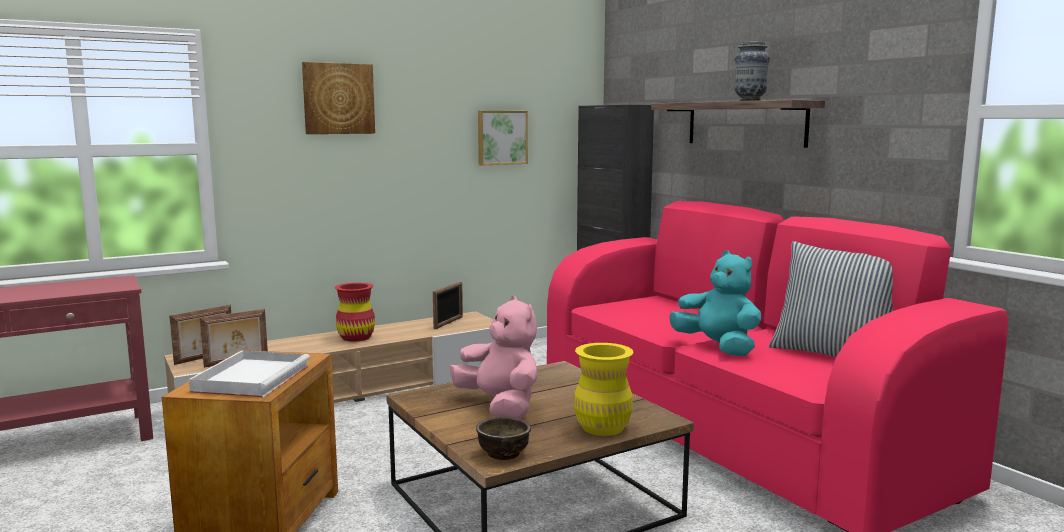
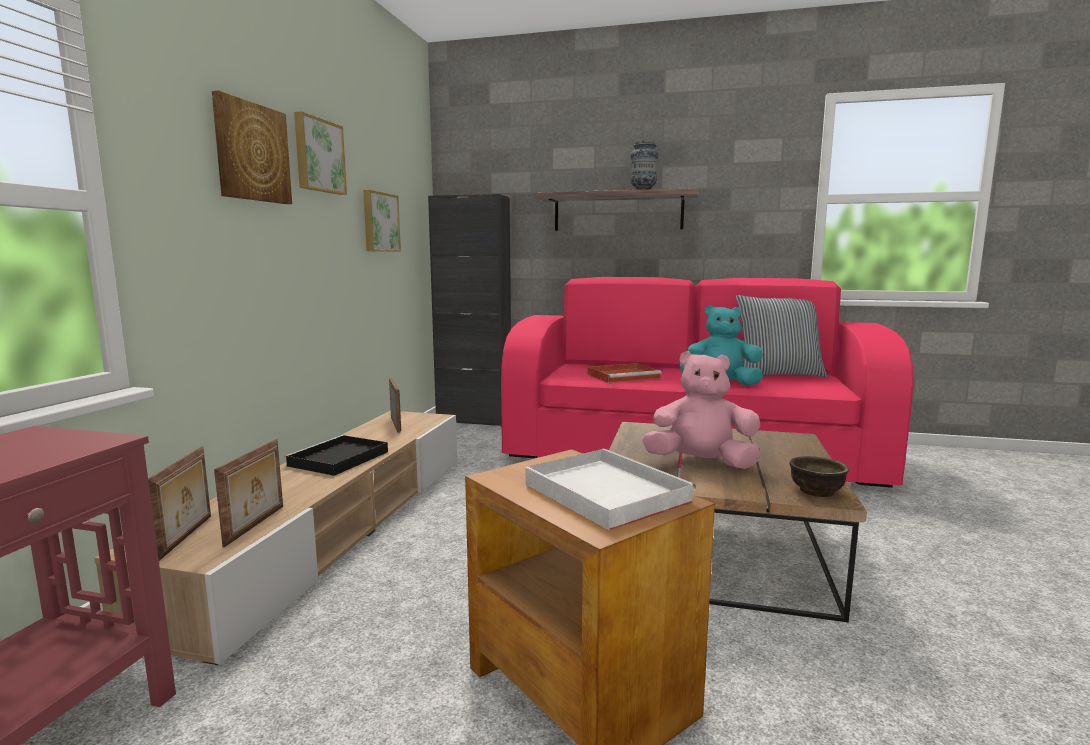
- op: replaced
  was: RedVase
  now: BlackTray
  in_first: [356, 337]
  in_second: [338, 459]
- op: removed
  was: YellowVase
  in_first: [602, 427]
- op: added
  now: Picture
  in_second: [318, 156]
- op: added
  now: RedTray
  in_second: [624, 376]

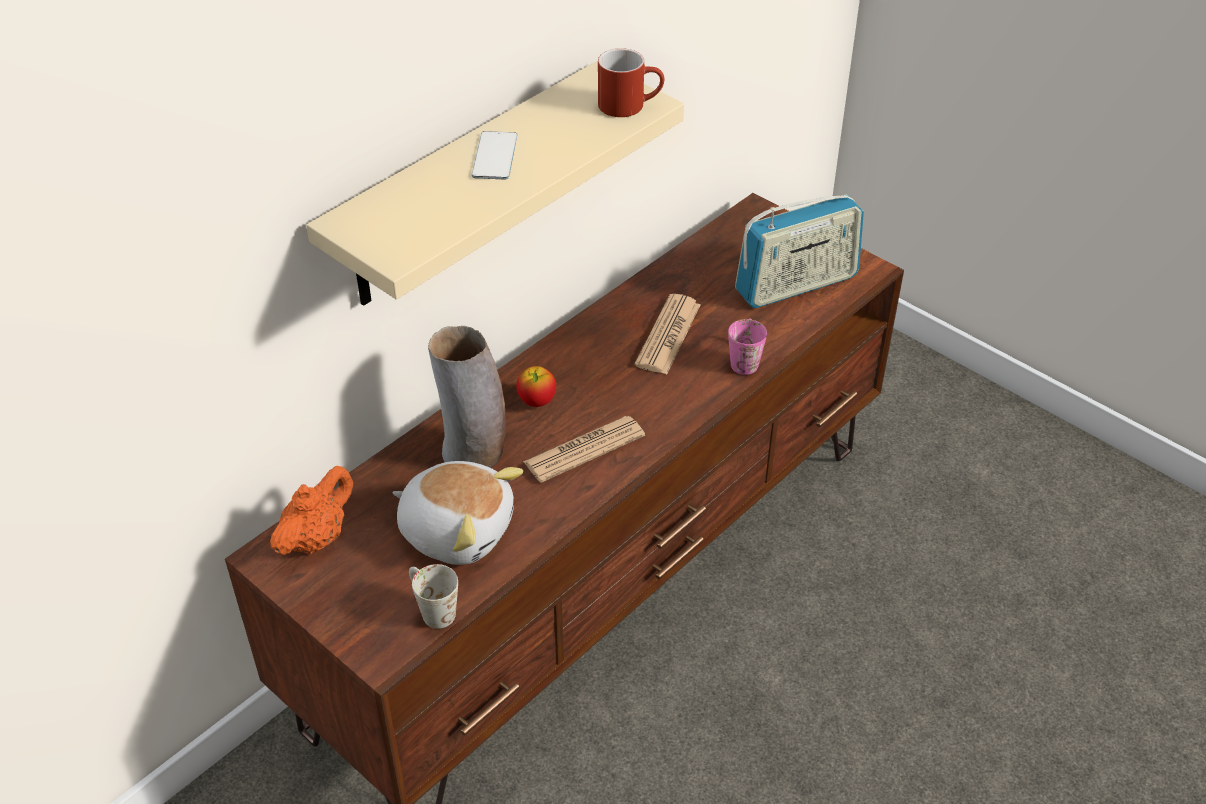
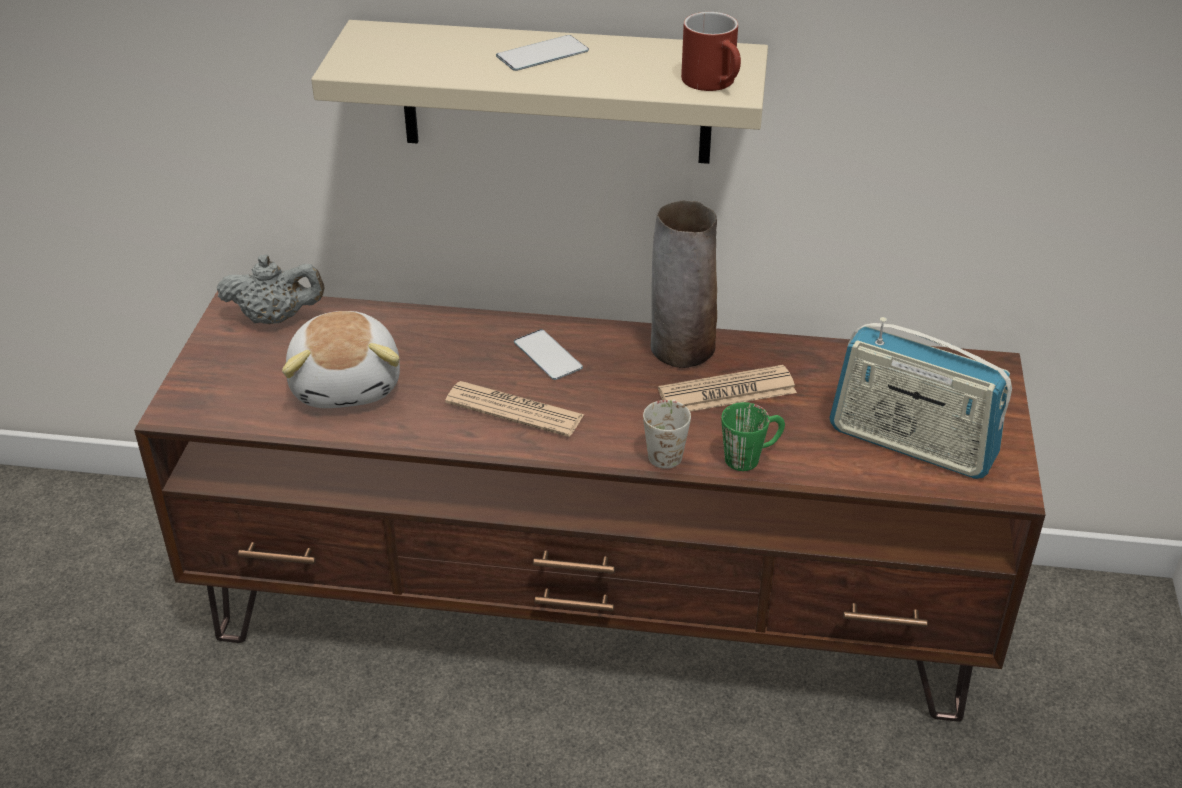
- op: recoloured
  was: OrangeTeapot
  now: GreyTeapot
  in_first: [317, 538]
  in_second: [276, 318]
- op: moved
  was: WhiteMug
  in_first: [432, 609]
  in_second: [666, 449]
- op: moved
  was: Vase
  in_first: [474, 453]
  in_second: [681, 350]
- op: replaced
  was: Apple
  now: Phone
  in_first: [537, 401]
  in_second: [547, 355]
- op: recoloured
  was: PinkMug
  now: GreenMug
  in_first: [744, 359]
  in_second: [751, 456]

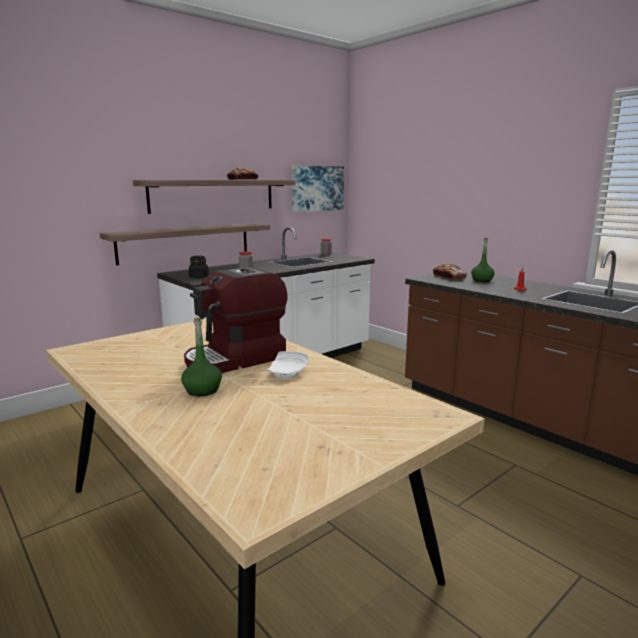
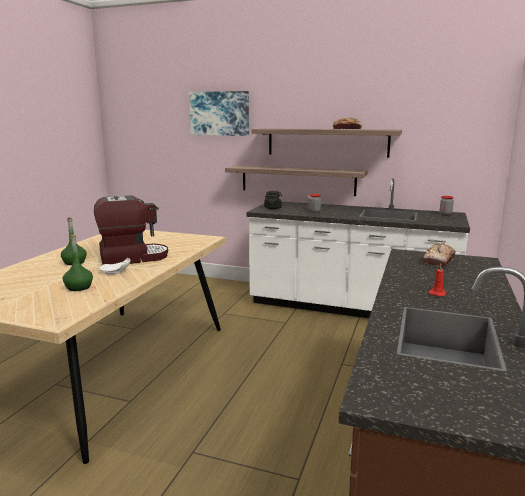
- op: turned
  was: CoffeeMachine
  in_first: [236, 359]
  in_second: [132, 257]
  clockwise: 135
- op: moved
  was: Picture
  in_first: [317, 188]
  in_second: [219, 113]
- op: moved
  was: GreenBottle
  in_first: [482, 280]
  in_second: [79, 287]

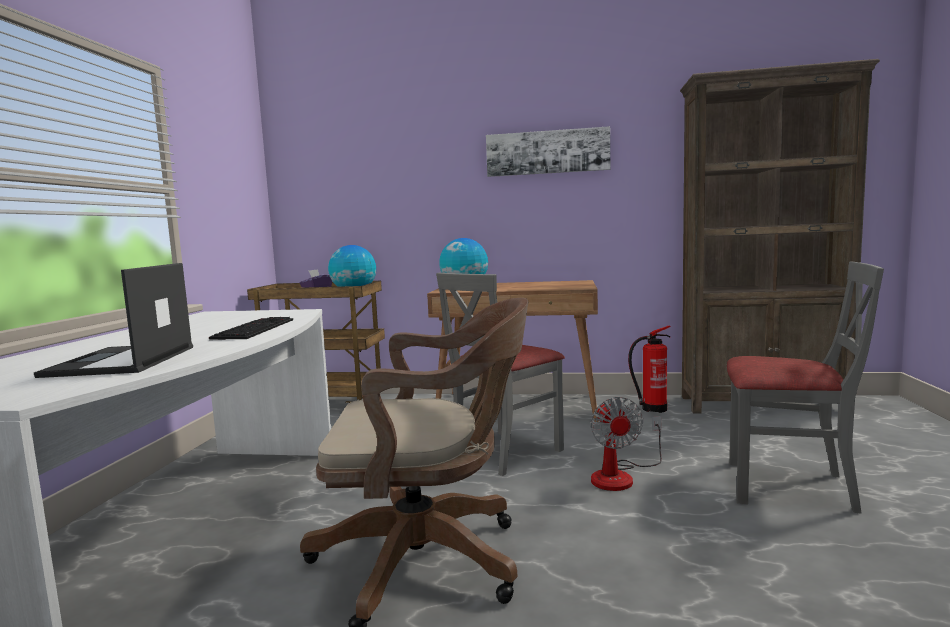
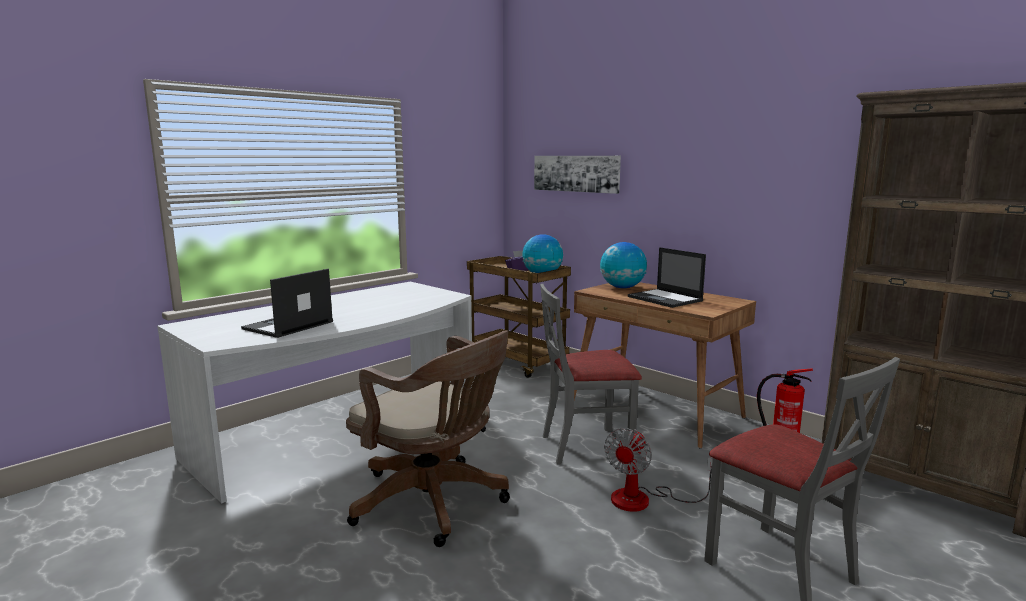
- op: removed
  was: Keyboard
  in_first: [253, 329]
- op: moved
  was: Picture
  in_first: [547, 152]
  in_second: [576, 173]
- op: added
  now: Laptop
  in_second: [665, 299]

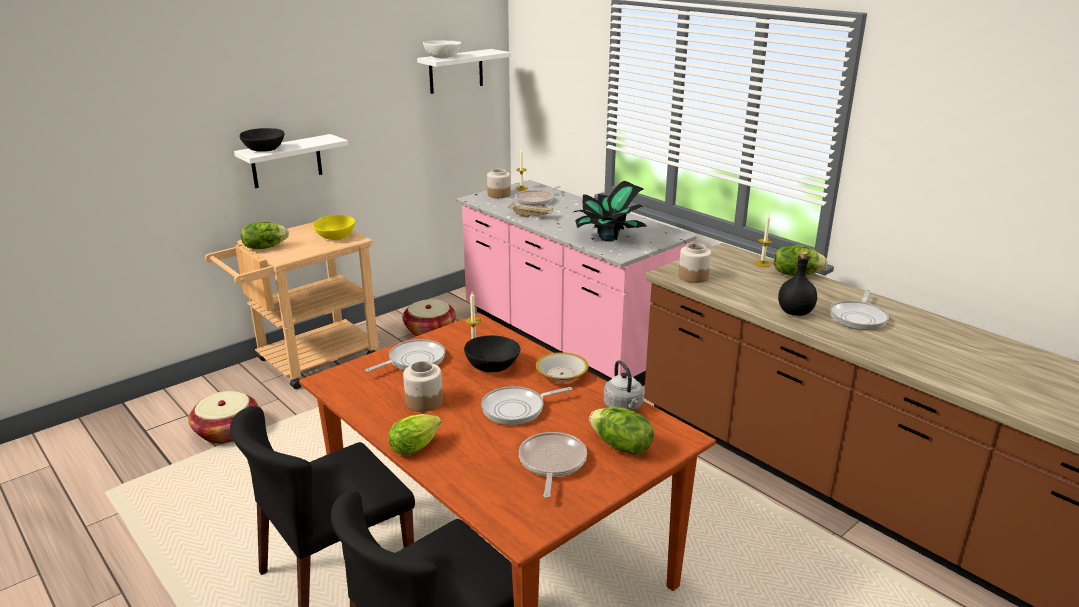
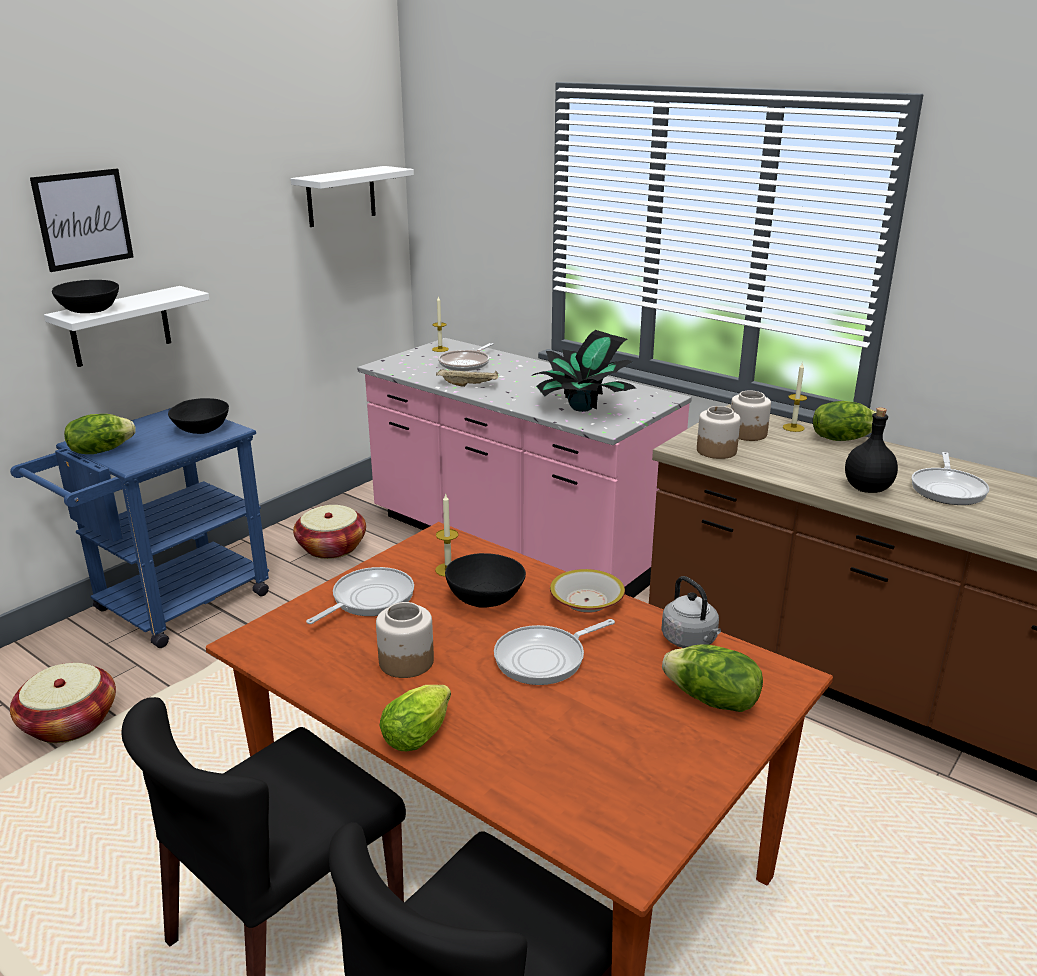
- op: recoloured
  was: BeigeCart
  now: BlueCart
  in_first: [308, 362]
  in_second: [170, 608]
- op: recoloured
  was: YellowBowl
  now: BlackBowl
  in_first: [335, 237]
  in_second: [202, 429]
- op: removed
  was: WhiteBowl
  in_first: [442, 57]
- op: moved
  was: Jar
  in_first: [499, 195]
  in_second: [748, 434]
- op: removed
  was: FryingPan
  in_first: [552, 463]
- op: added
  now: Picture
  in_second: [83, 219]

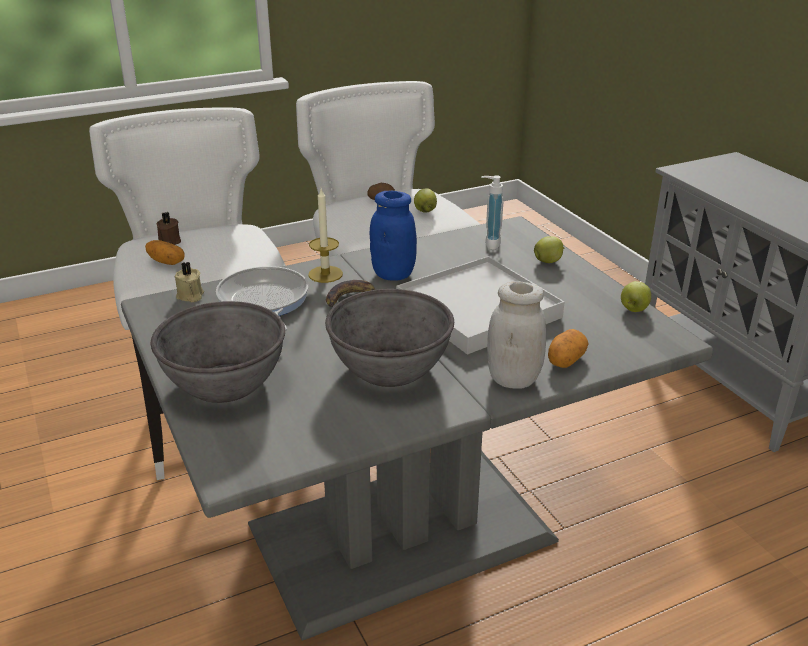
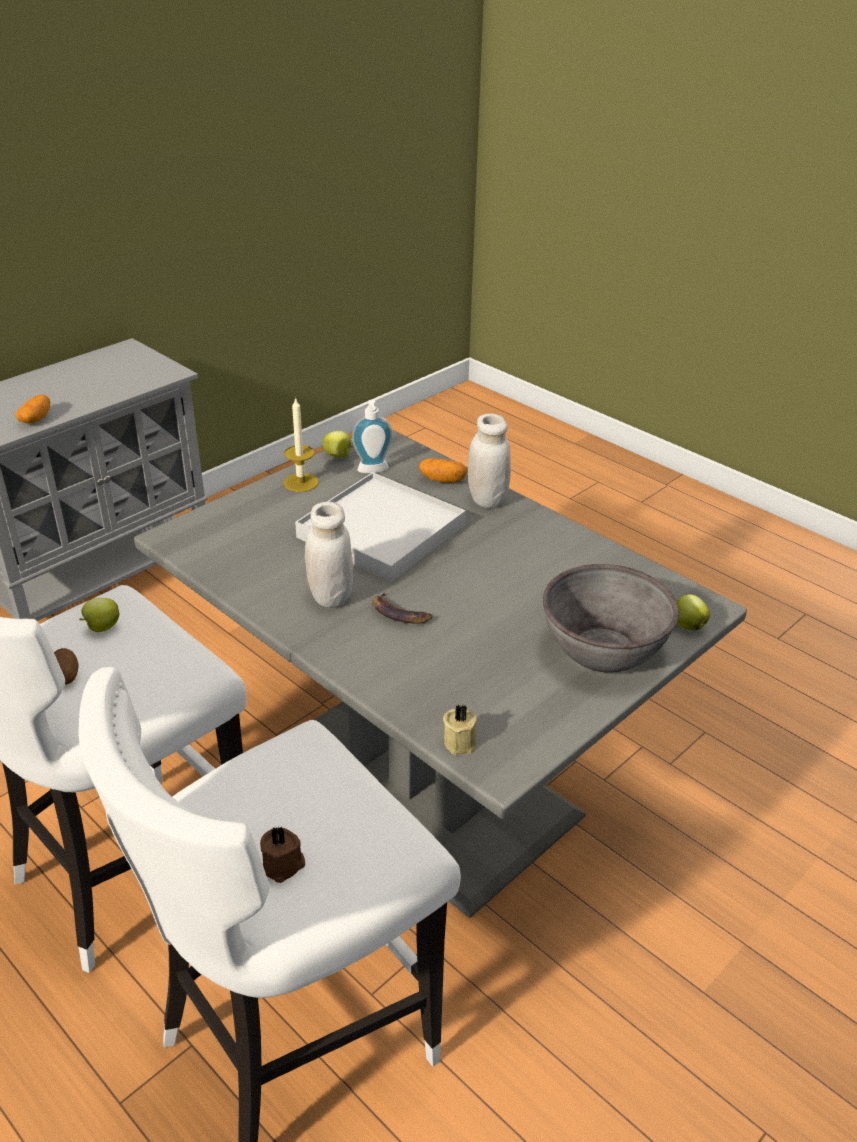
- op: moved
  was: Potato
  in_first: [167, 262]
  in_second: [36, 419]
- op: removed
  was: FryingPan
  in_first: [264, 302]
- op: moved
  was: Candle
  in_first: [325, 274]
  in_second: [301, 482]
- op: removed
  was: GreyBowl
  in_first: [389, 368]
- op: recoloured
  was: BlueJar
  now: WhiteJar
  in_first: [393, 274]
  in_second: [331, 596]
- op: moved
  was: SoapDispenser
  in_first: [489, 243]
  in_second: [373, 471]
- op: moved
  was: Apple
  in_first: [548, 261]
  in_second: [687, 625]

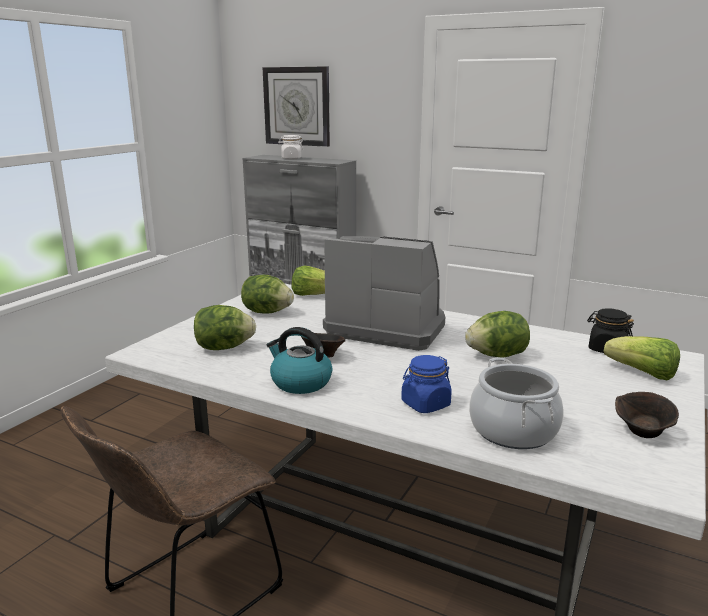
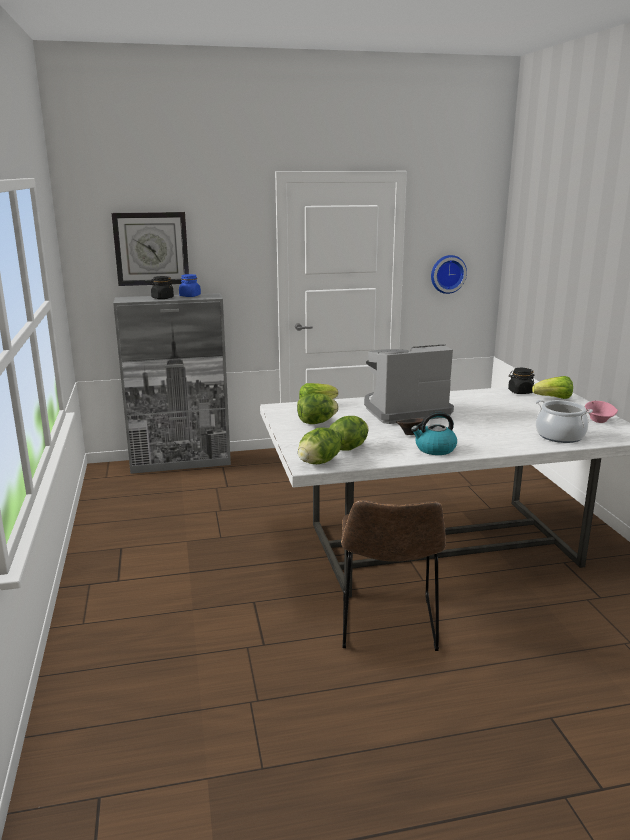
- op: recoloured
  was: WhiteJar
  now: BlackJar
  in_first: [291, 158]
  in_second: [162, 298]
- op: moved
  was: BlueJar
  in_first: [425, 404]
  in_second: [190, 296]
- op: moved
  was: Lettuce
  in_first: [497, 355]
  in_second: [318, 463]
- op: recoloured
  was: BrownBowl
  now: PinkBowl
  in_first: [643, 433]
  in_second: [599, 421]
- op: added
  now: WallClock
  in_second: [447, 274]

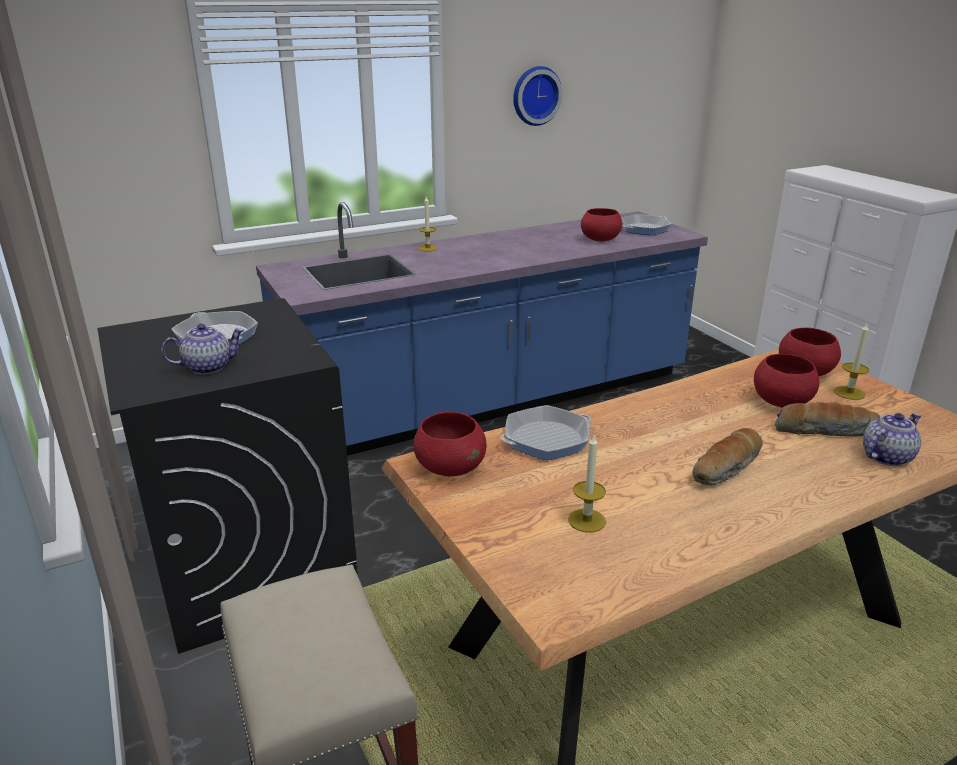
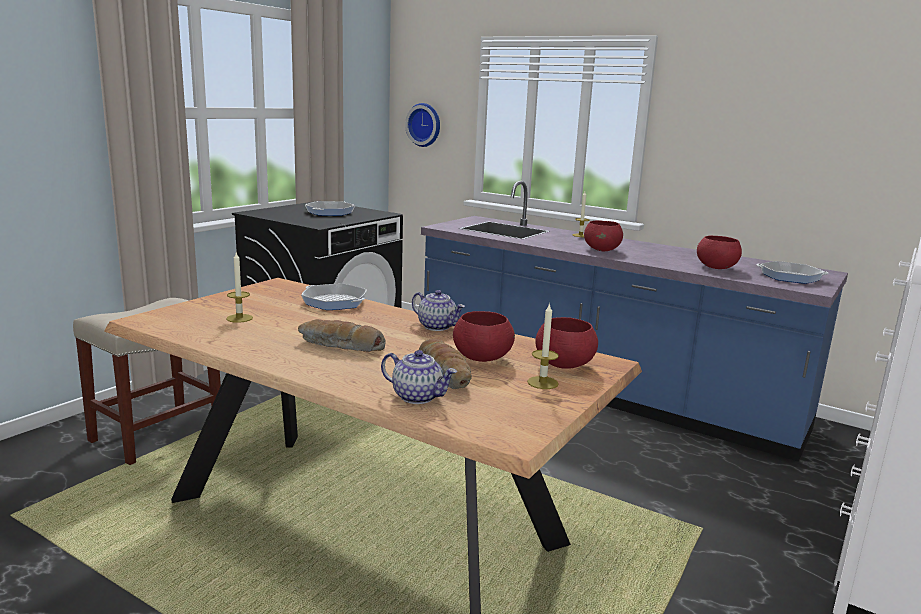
- op: moved
  was: Teapot
  in_first: [208, 367]
  in_second: [437, 326]
- op: moved
  was: RedBowl
  in_first: [450, 468]
  in_second: [602, 250]
- op: moved
  was: WallClock
  in_first: [535, 95]
  in_second: [425, 125]

